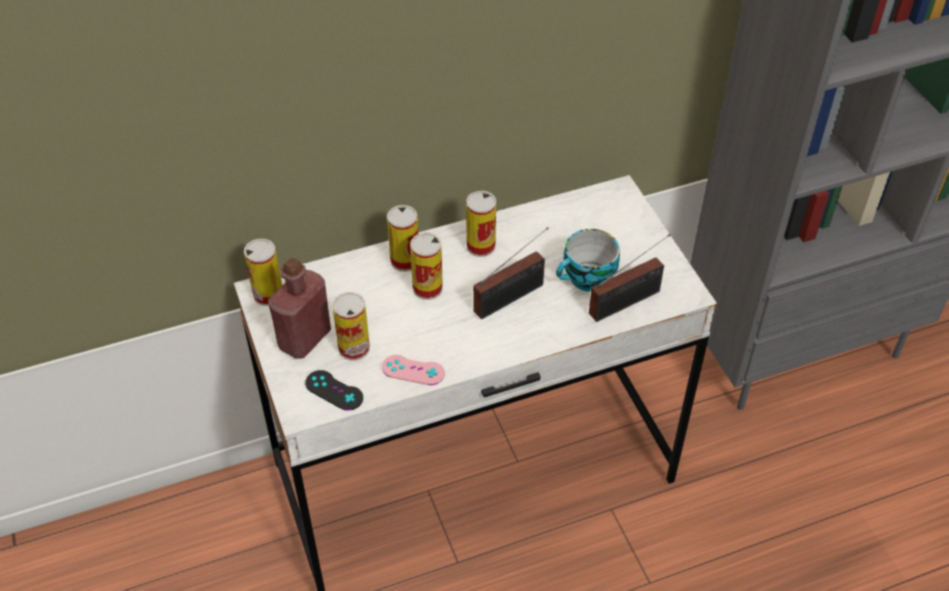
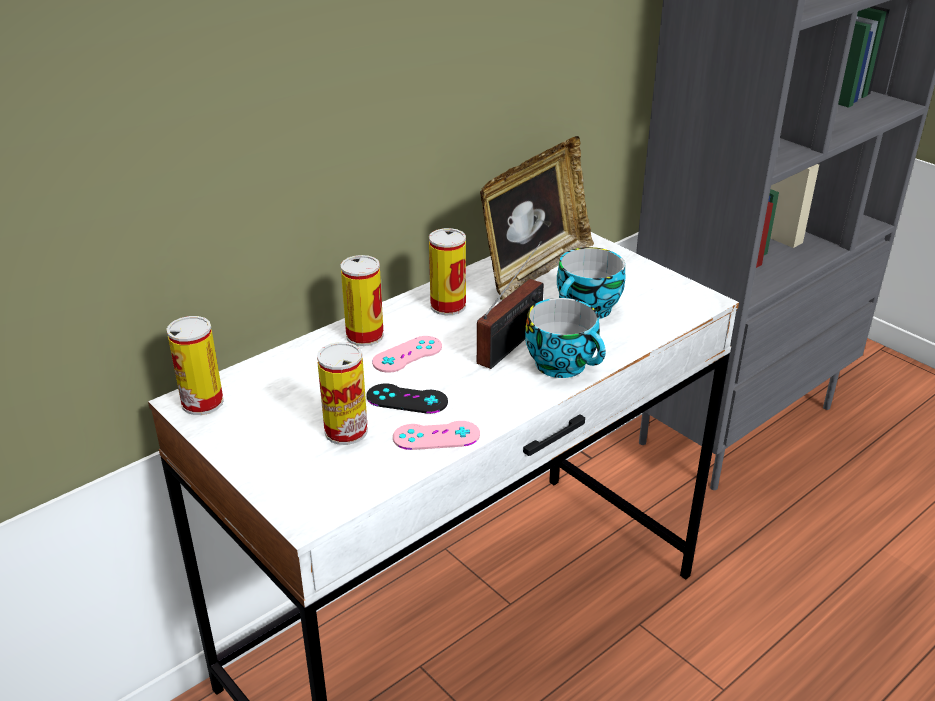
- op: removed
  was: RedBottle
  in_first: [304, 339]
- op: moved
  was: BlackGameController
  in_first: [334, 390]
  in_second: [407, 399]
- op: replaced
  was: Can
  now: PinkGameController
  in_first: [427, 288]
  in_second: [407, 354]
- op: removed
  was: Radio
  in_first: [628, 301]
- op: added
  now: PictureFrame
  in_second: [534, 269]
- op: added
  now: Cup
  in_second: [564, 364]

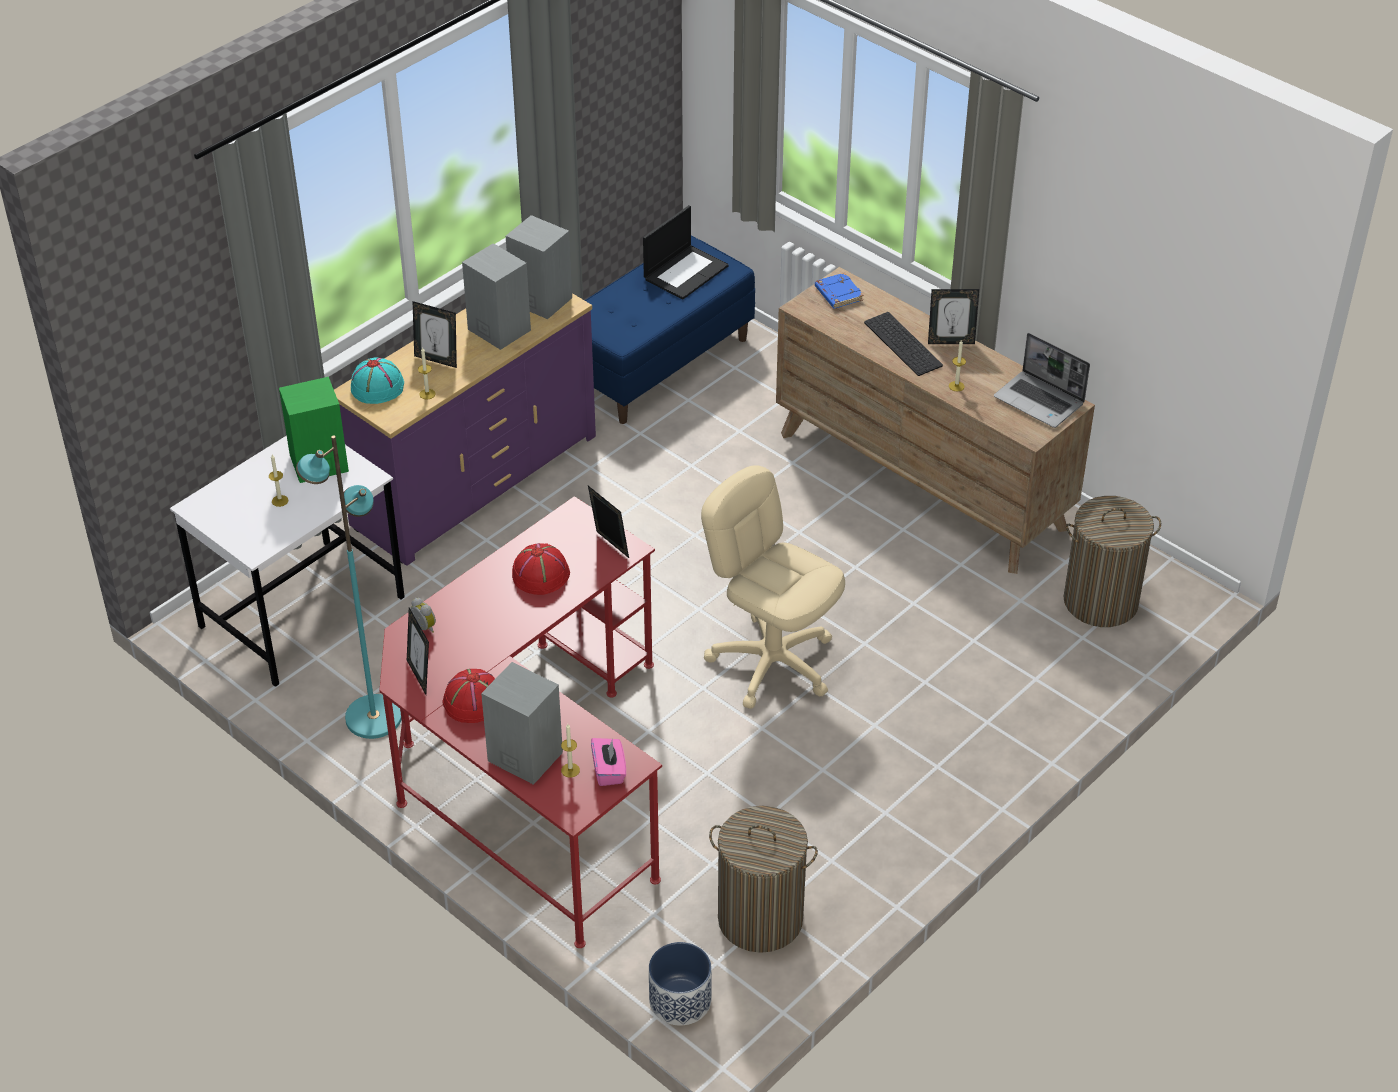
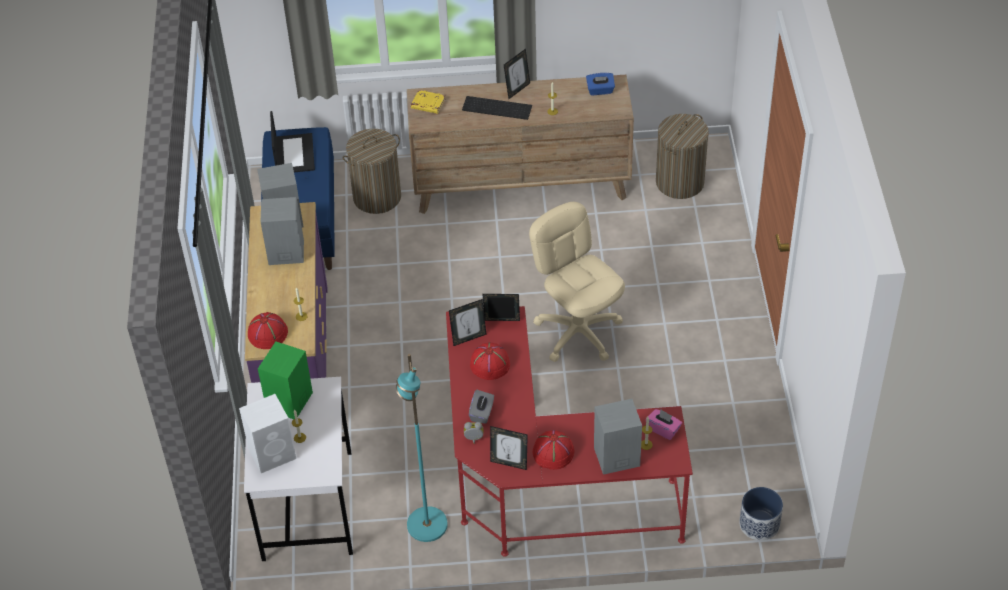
- op: recoloured
  was: TurquoiseHat
  now: RedHat
  in_first: [378, 387]
  in_second: [268, 333]
- op: moved
  was: PictureFrame
  in_first: [437, 359]
  in_second: [468, 338]
- op: turned
  was: BeigeOfficeChair
  in_first: [772, 662]
  in_second: [578, 332]
  clockwise: 60
- op: moved
  was: LaundryBasket
  in_first: [760, 919]
  in_second: [377, 197]
- op: recoloured
  was: BlueBook
  now: YellowBook
  in_first: [837, 294]
  in_second: [427, 104]
- op: replaced
  was: Laptop
  now: BlueTissueBox
  in_first: [1040, 401]
  in_second: [600, 90]
- op: added
  now: WhiteSpeaker
  in_second: [273, 453]
- op: added
  now: GreyTissueBox
  in_second: [482, 413]

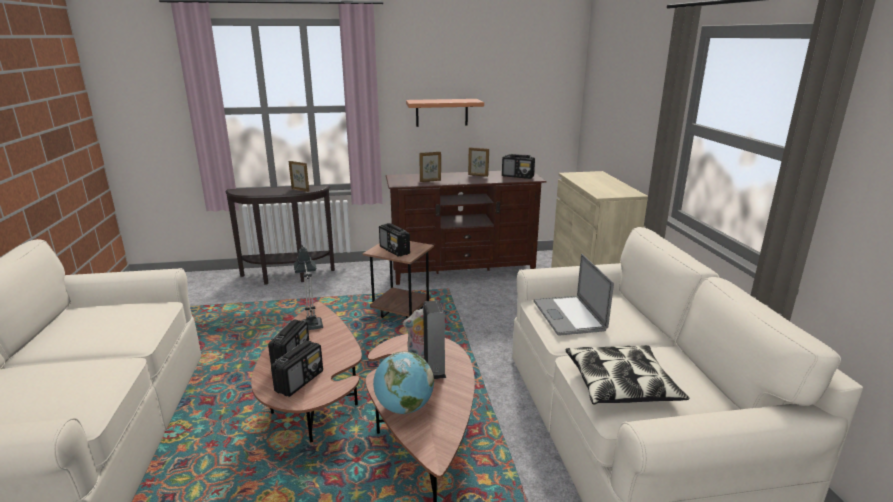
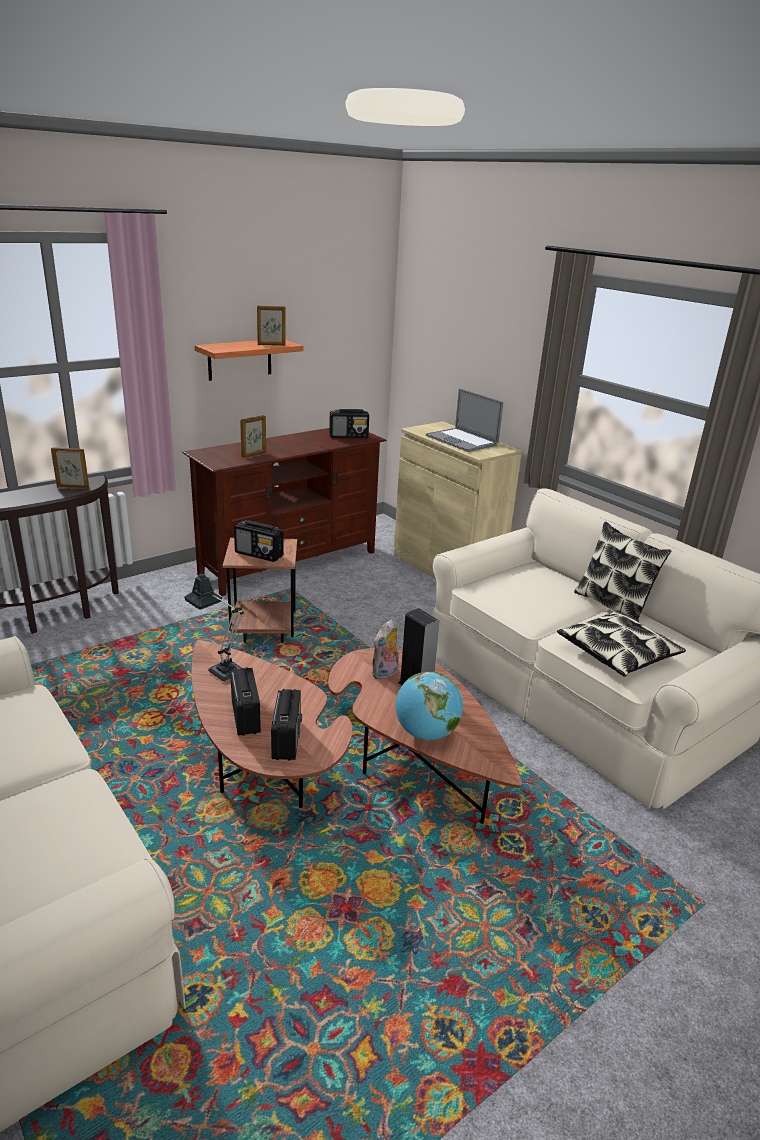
- op: moved
  was: PictureFrame
  in_first: [478, 175]
  in_second: [271, 345]
- op: moved
  was: Laptop
  in_first: [568, 315]
  in_second: [461, 440]
- op: added
  now: Pillow
  in_second: [613, 605]

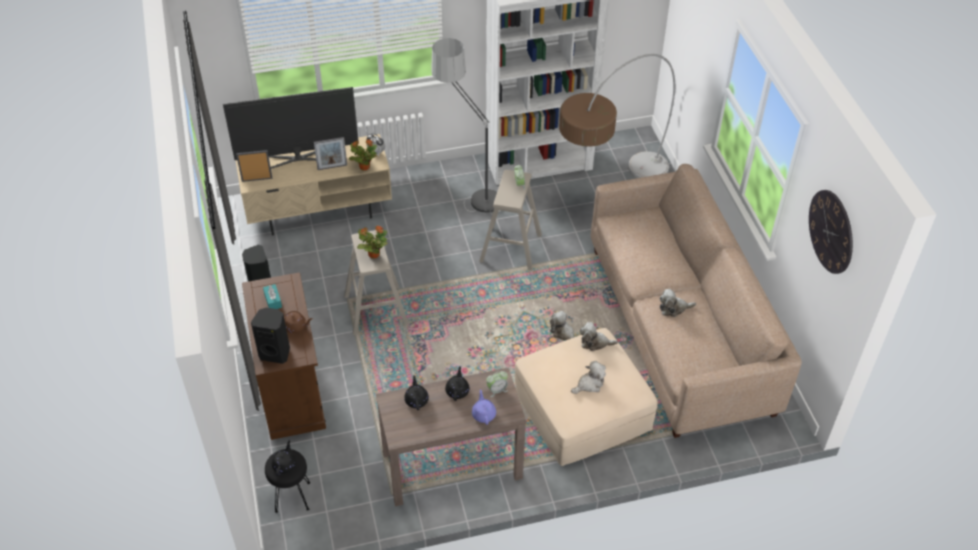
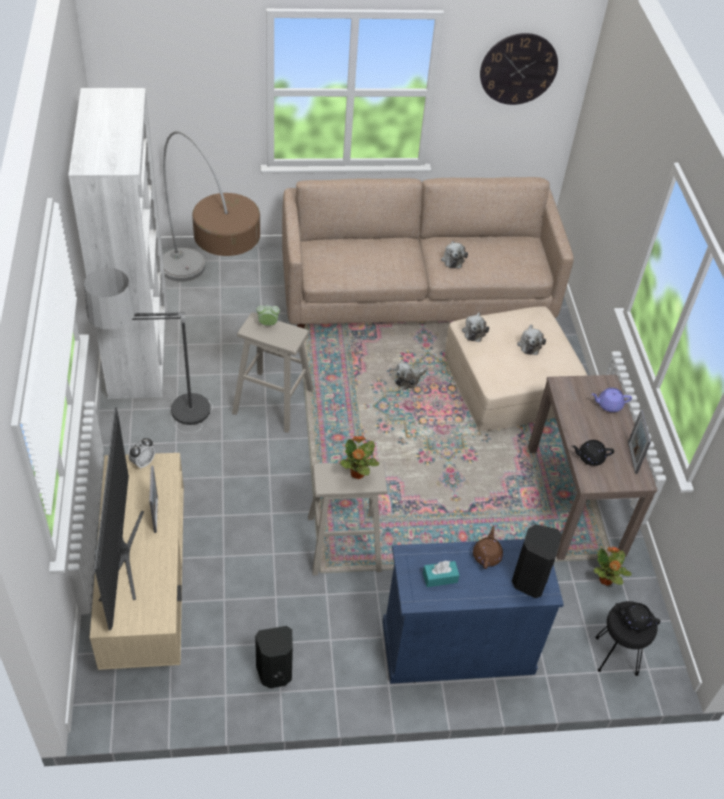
- op: moved
  was: PictureFrame
  in_first: [257, 179]
  in_second: [632, 457]
- op: recoloured
  was: BrownCabinet
  now: BlueCabinet
  in_first: [291, 388]
  in_second: [457, 647]
- op: moved
  was: PottedPlant
  in_first: [364, 167]
  in_second: [605, 580]
- op: removed
  was: BlackTeapot
  in_first: [457, 390]
- op: removed
  was: AlarmClock
  in_first: [497, 390]
- op: turned
  was: PlushToy
  in_first: [589, 384]
  in_second: [529, 344]
  clockwise: -150

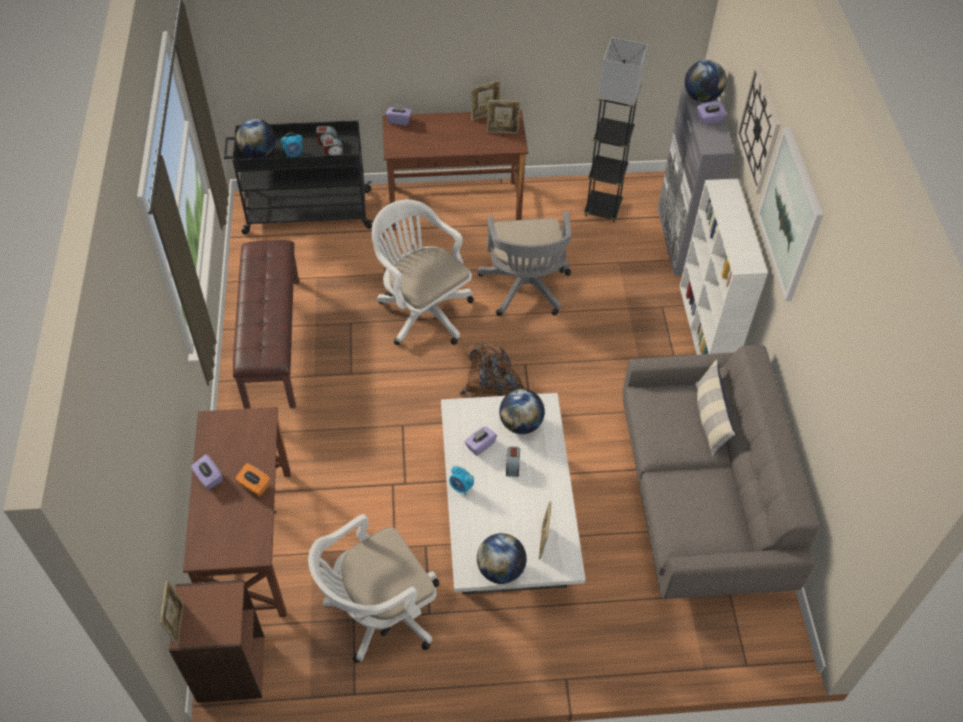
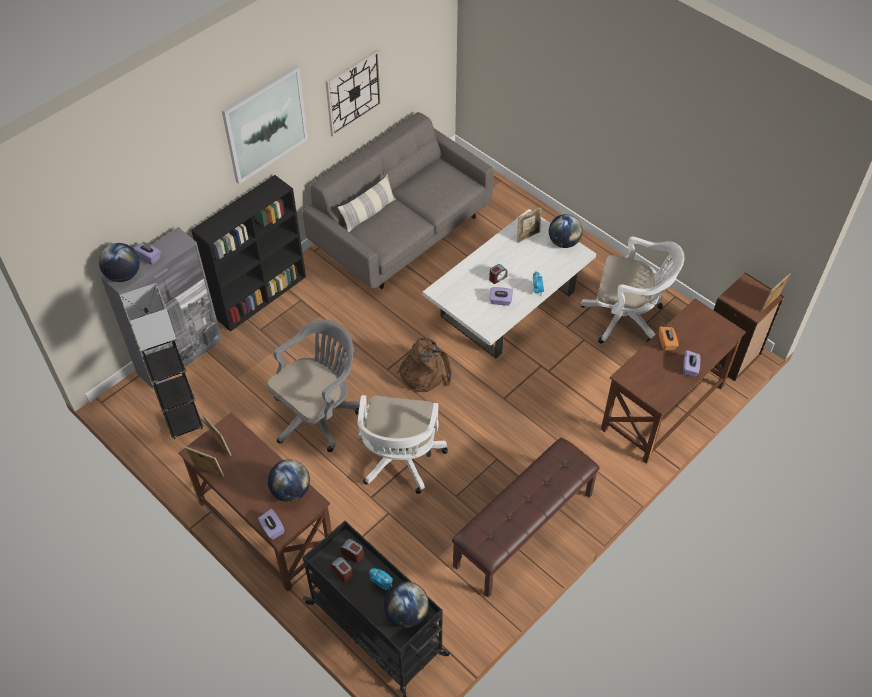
- op: moved
  was: Globe
  in_first: [521, 424]
  in_second: [291, 490]
- op: recoloured
  was: WhiteBookcase
  now: BlackBookcase
  in_first: [706, 330]
  in_second: [261, 296]
- op: moved
  was: WallClock
  in_first: [759, 129]
  in_second: [353, 92]

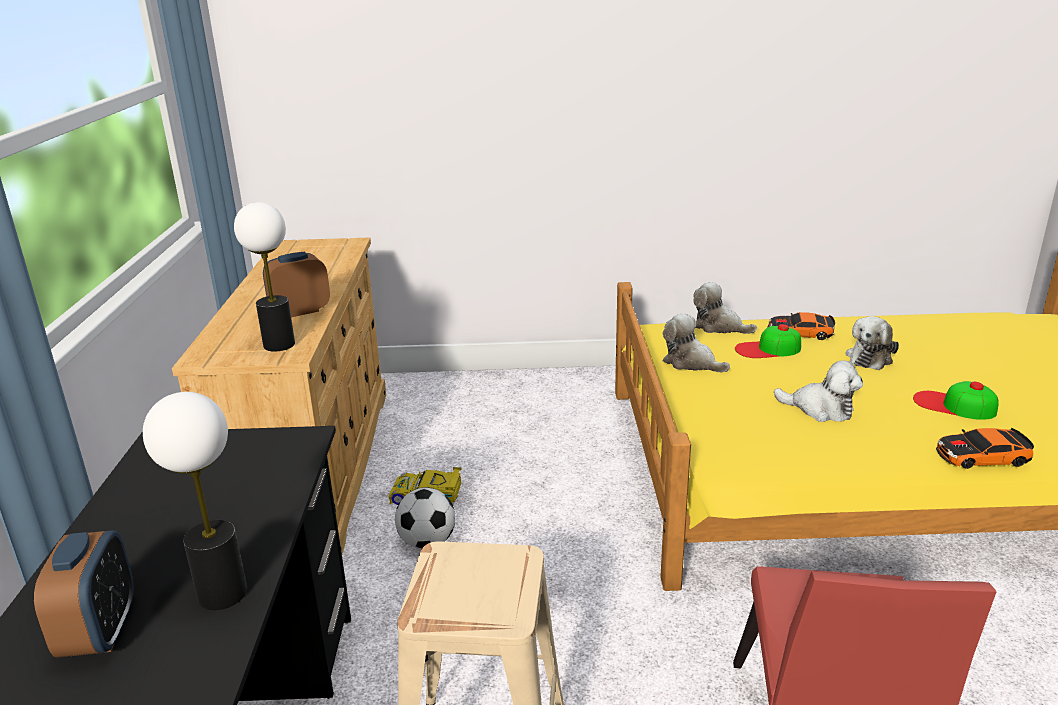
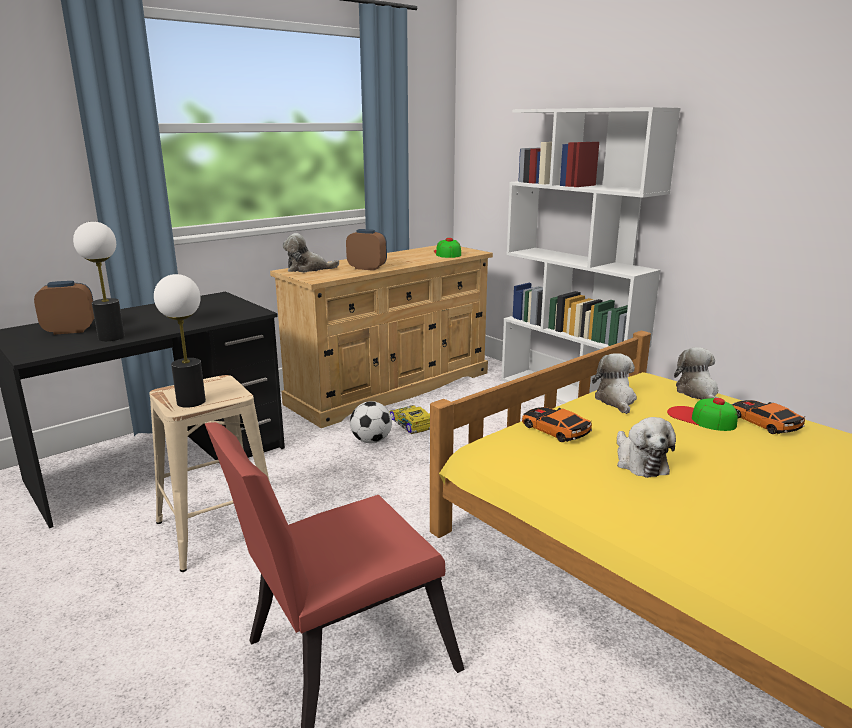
- op: turned
  was: AlarmClock
  in_first: [100, 633]
  in_second: [70, 330]
  clockwise: -150
- op: moved
  was: TableLamp
  in_first: [279, 345]
  in_second: [190, 402]
- op: moved
  was: PlushToy
  in_first: [870, 357]
  in_second: [308, 269]
- op: moved
  was: Cap
  in_first: [954, 405]
  in_second: [447, 253]
- op: moved
  was: ToyCar
  in_first: [982, 456]
  in_second: [554, 430]
- op: added
  now: WhiteBookcase
  in_second: [569, 395]

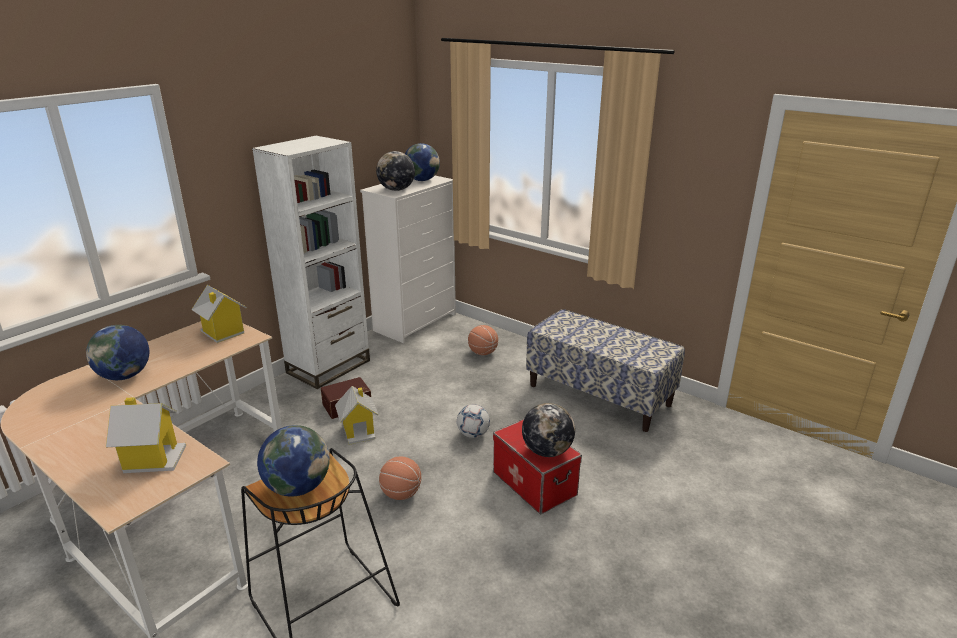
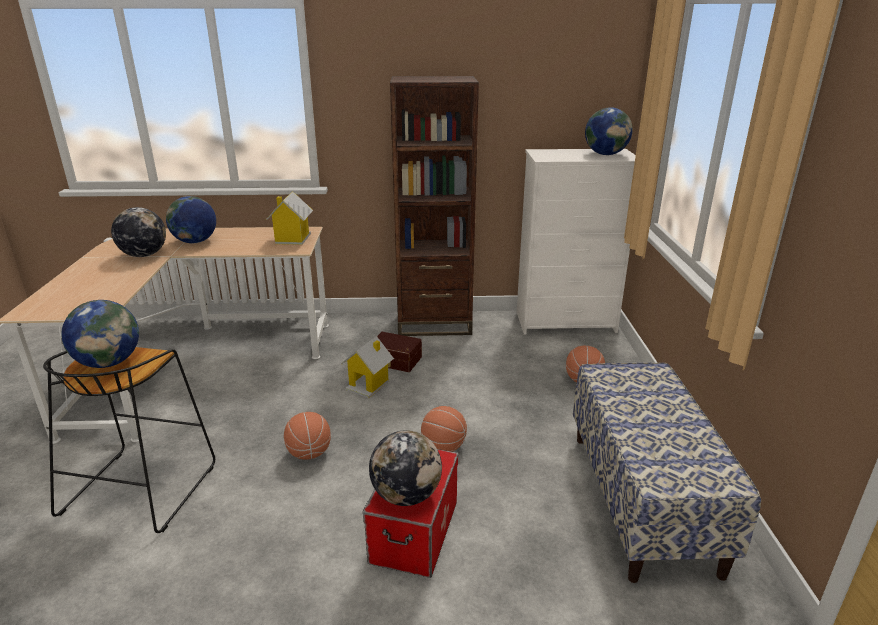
- op: removed
  was: ToyHouse
  in_first: [152, 458]
- op: recoloured
  was: WhiteBookcase
  now: BrownBookcase
  in_first: [329, 367]
  in_second: [434, 323]
- op: moved
  was: Globe
  in_first: [396, 190]
  in_second: [144, 255]
- op: replaced
  was: Football
  now: Basketball
  in_first: [473, 434]
  in_second: [443, 447]

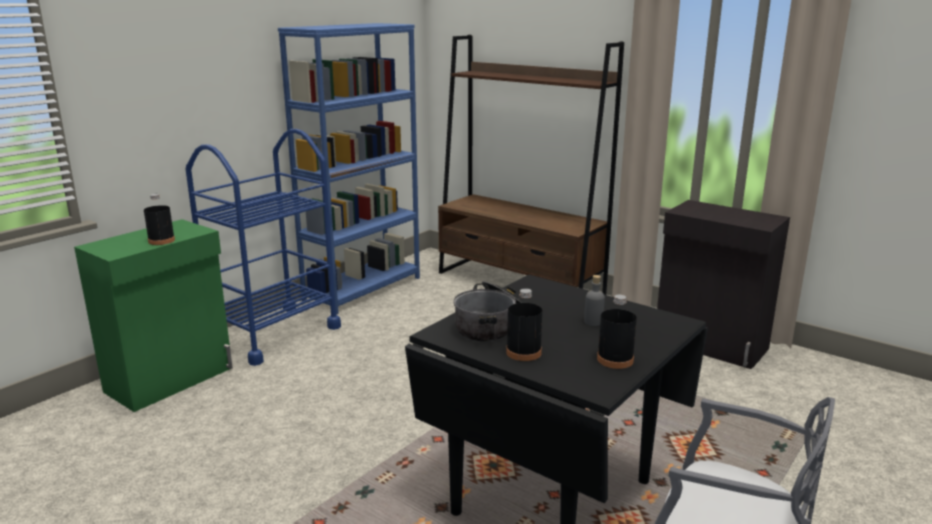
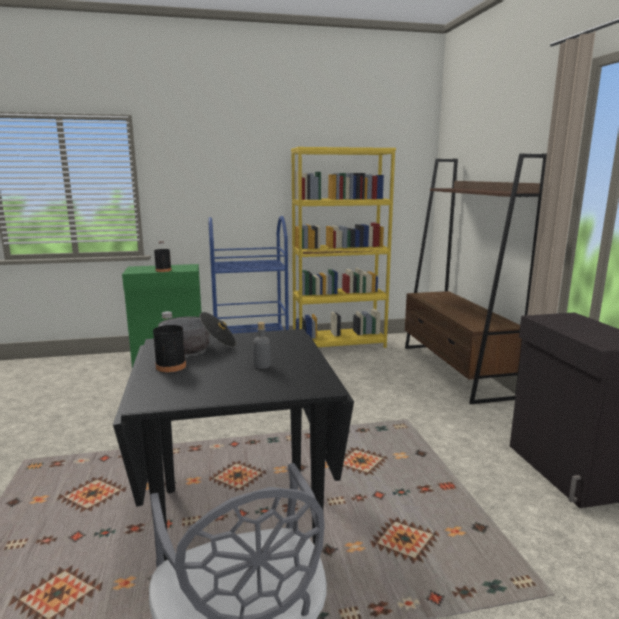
- op: recoloured
  was: BlueBookcase
  now: YellowBookcase
  in_first: [363, 289]
  in_second: [339, 344]
- op: removed
  was: BlackBottle
  in_first: [615, 360]

